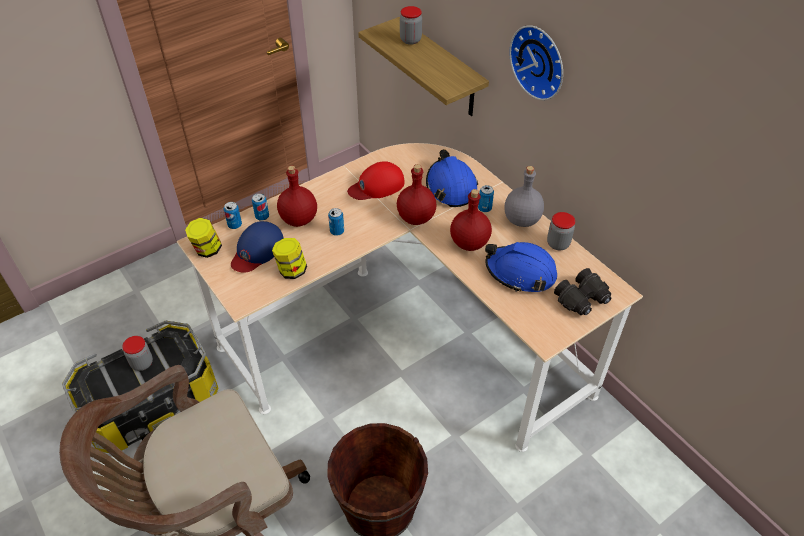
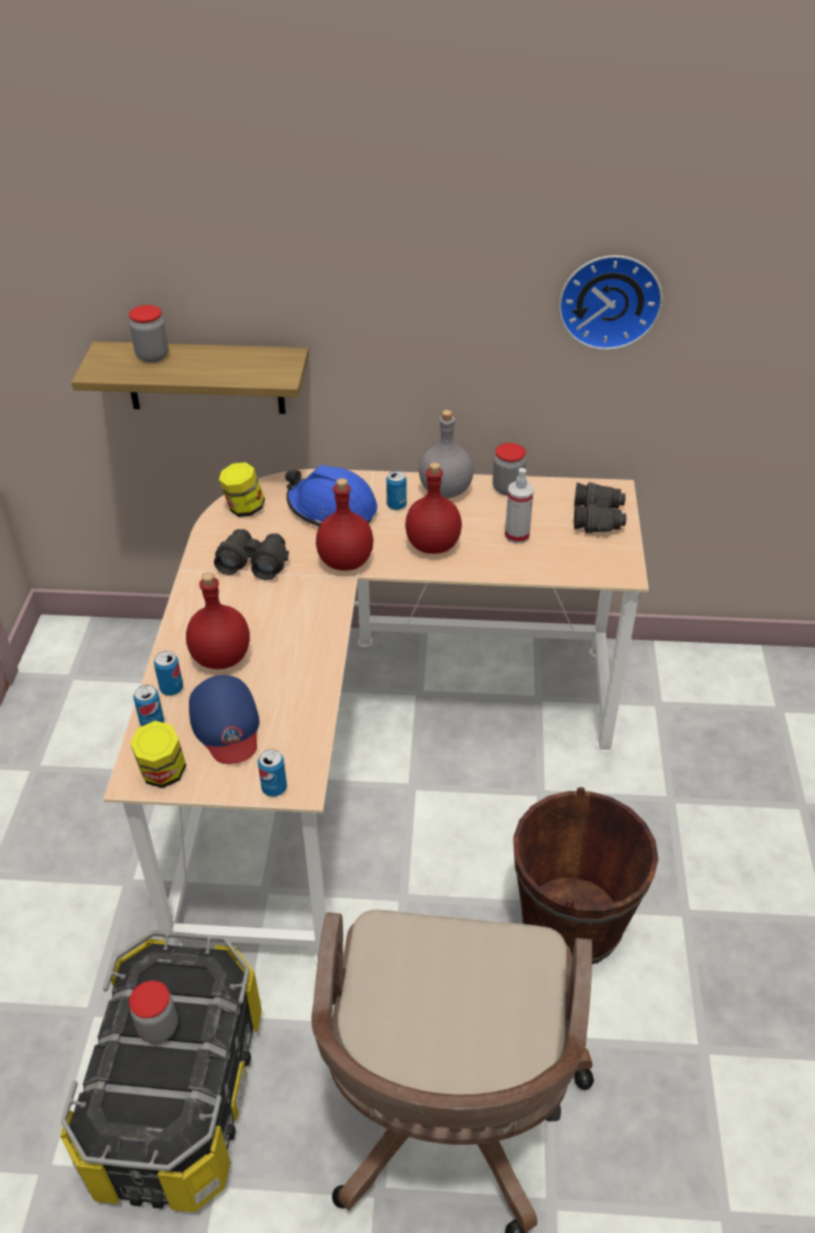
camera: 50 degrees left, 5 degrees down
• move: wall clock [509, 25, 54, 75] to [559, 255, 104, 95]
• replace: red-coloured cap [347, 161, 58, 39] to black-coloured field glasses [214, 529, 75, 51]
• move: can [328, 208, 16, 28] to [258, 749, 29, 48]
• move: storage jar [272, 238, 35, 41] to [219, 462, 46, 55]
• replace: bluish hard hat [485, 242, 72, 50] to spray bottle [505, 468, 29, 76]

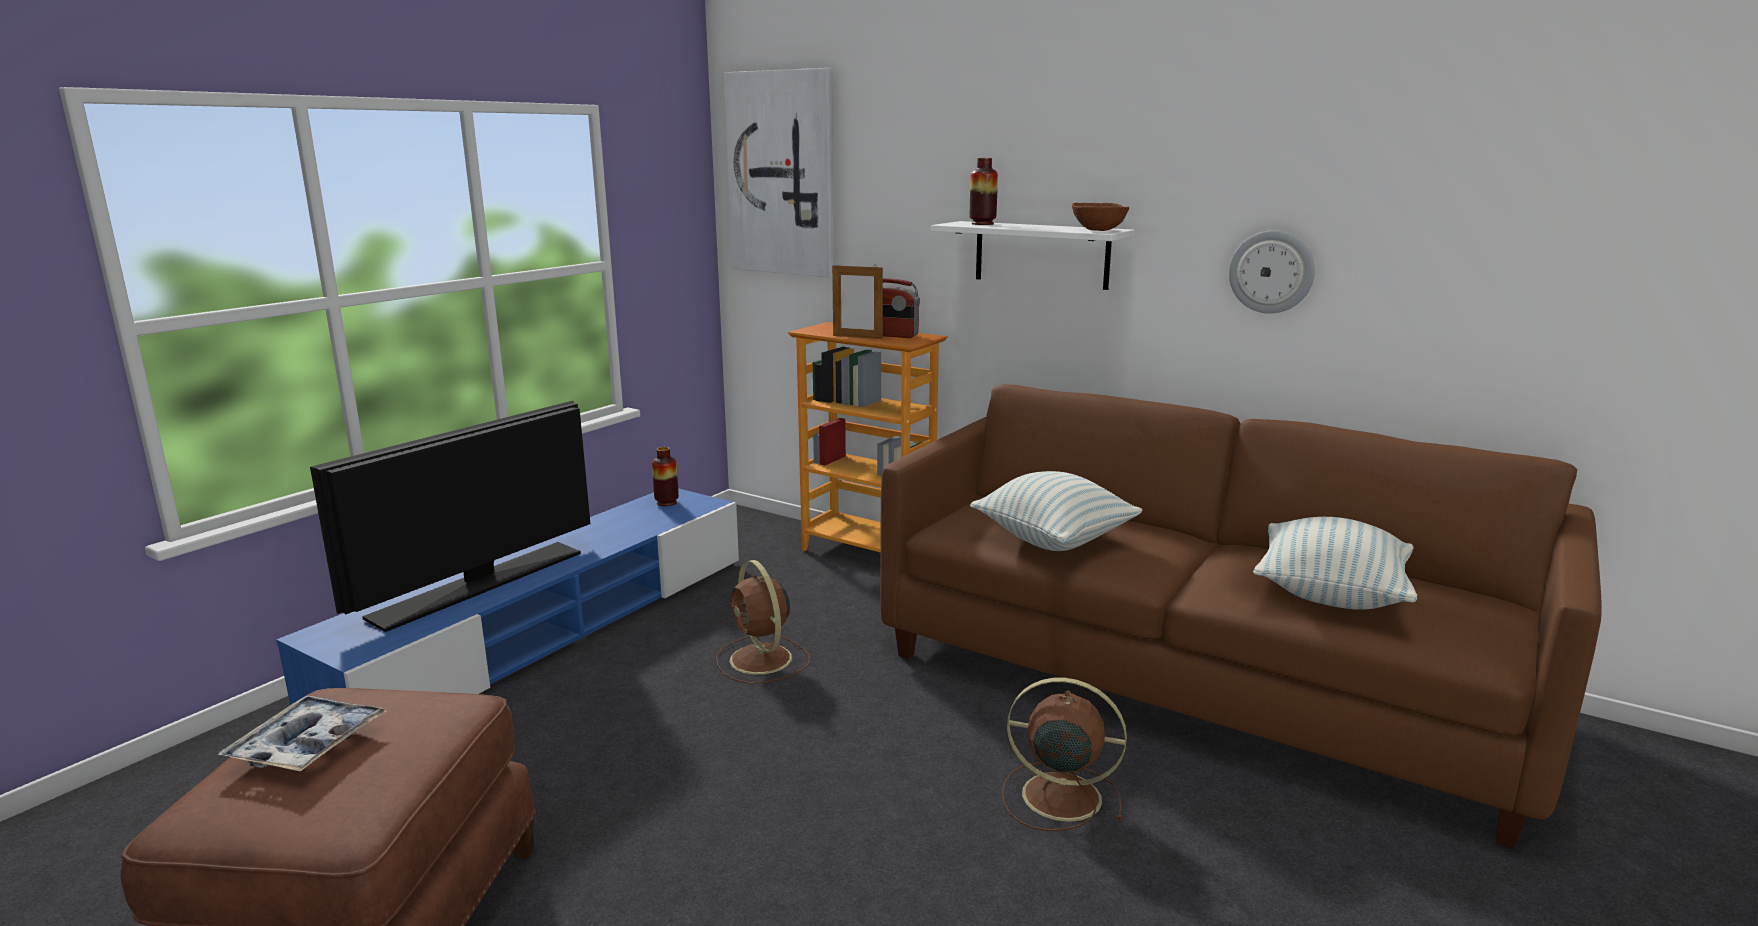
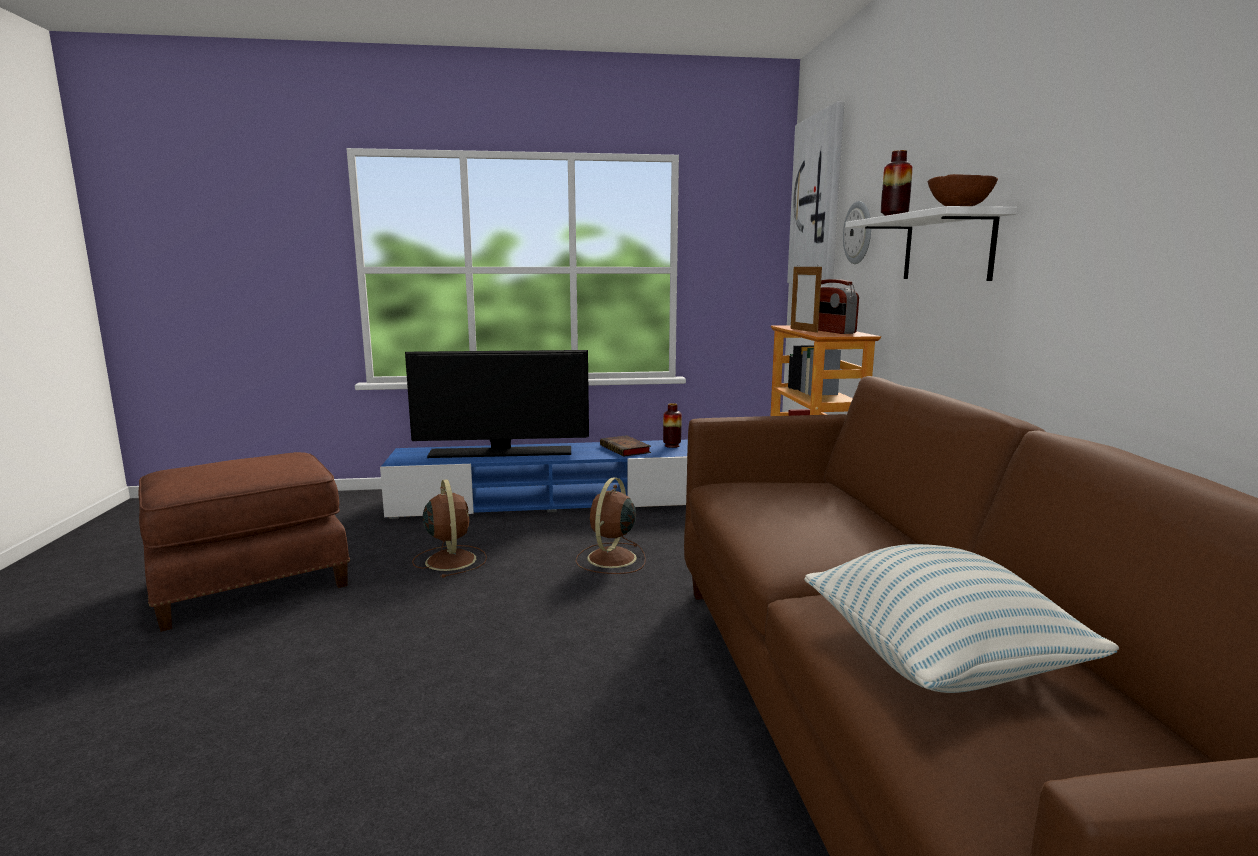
camera: 50 degrees right, 5 degrees down
• move: wall clock [1229, 230, 86, 84] to [843, 201, 28, 63]
• delete: pillow [970, 471, 173, 80]
• move: brown fan [1002, 678, 125, 153] to [412, 479, 75, 99]
• delete: serving tray [218, 696, 169, 75]
• insert: book [600, 435, 51, 22]

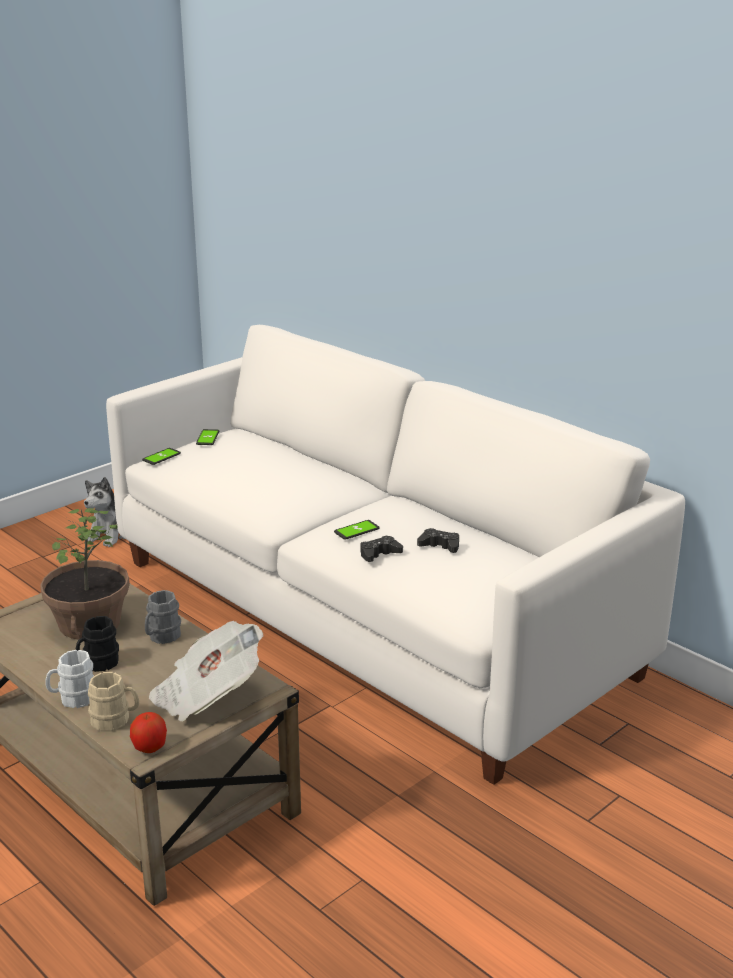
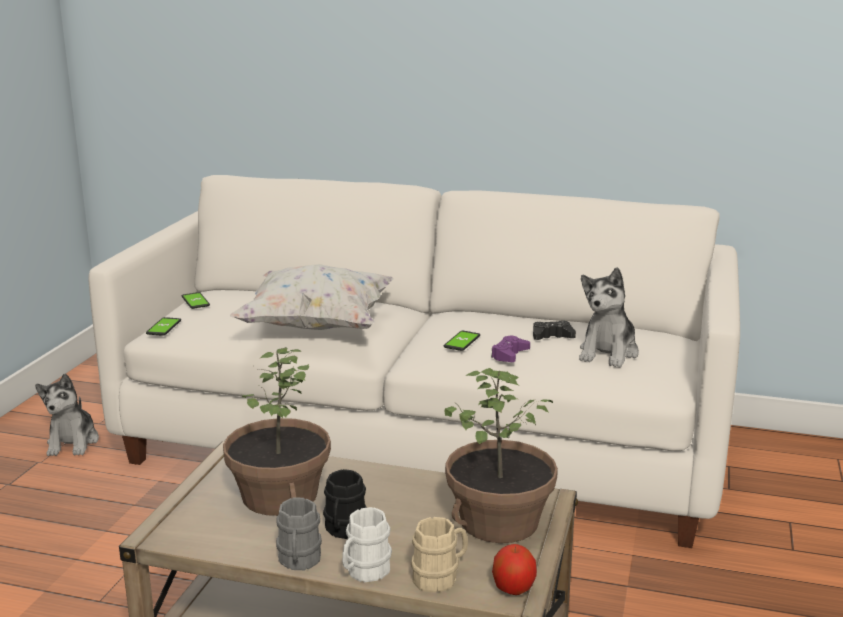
camera: 30 degrees left, 5 degrees down
• recolor: black-coloured joypad [360, 536, 43, 26] to purple-coloured joypad [491, 336, 39, 26]
• move: gray tea mug [145, 590, 36, 54] to [276, 498, 46, 72]
• replace: daily paper [149, 621, 115, 101] to potted plant [445, 368, 113, 175]
• insert: whitish pillow [230, 264, 164, 66]
• insert: plush toy [579, 267, 60, 101]

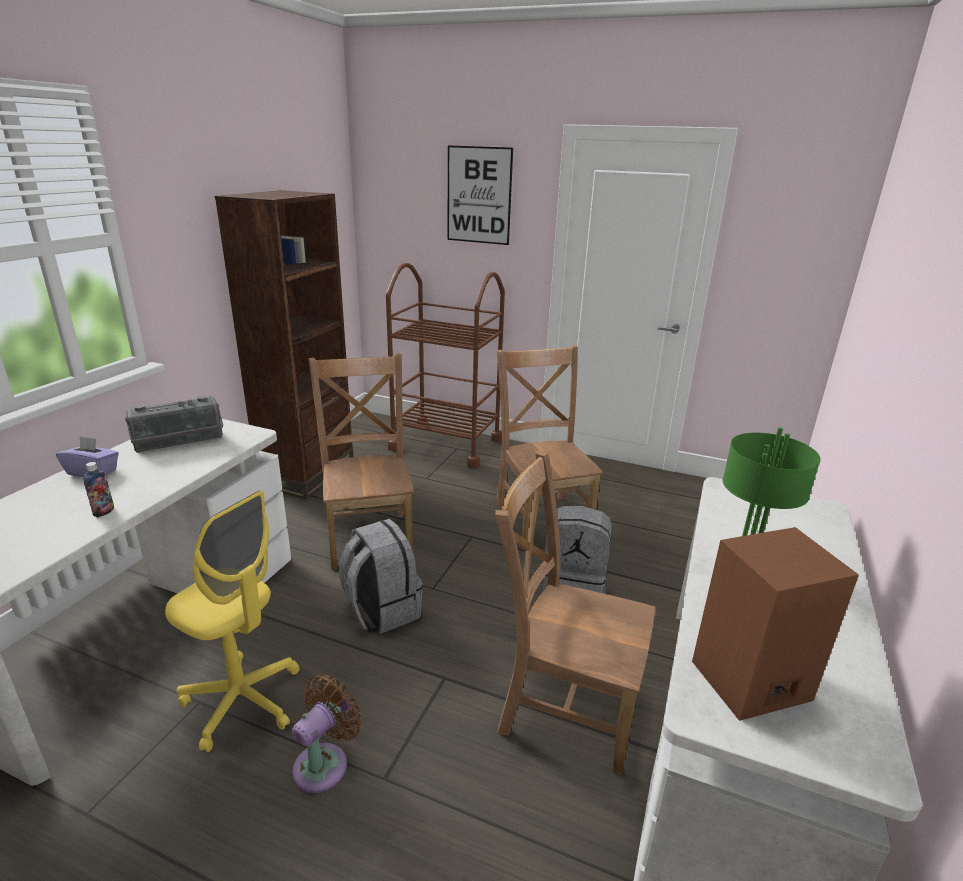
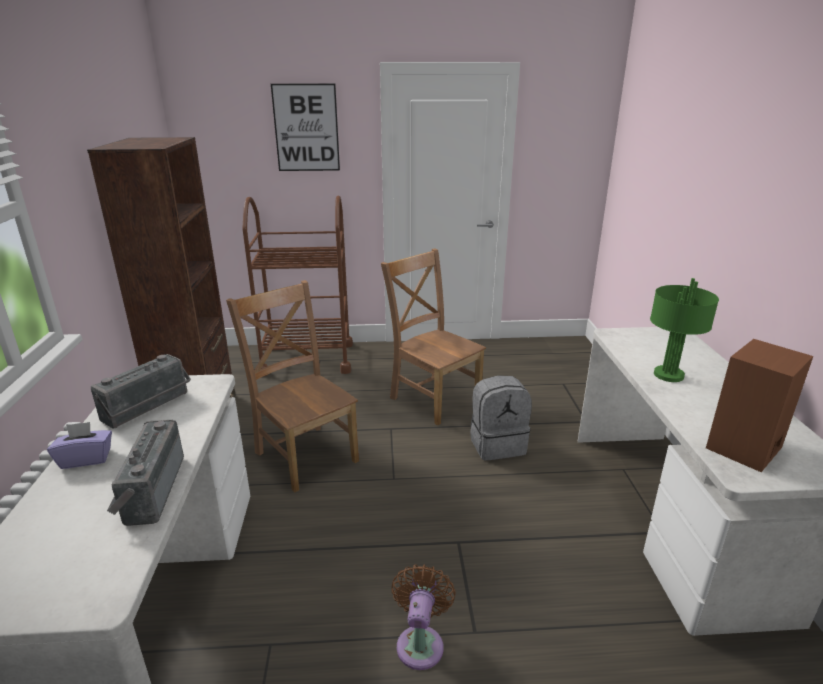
camera: 25 degrees left, 0 degrees up
• delete: brown plain chair [495, 451, 160, 324]
• replace: beverage bottle [84, 462, 30, 55] to radio [107, 420, 77, 106]
• delete: yellowish computer chair [165, 490, 134, 262]
• delete: gray rucksack [339, 519, 84, 115]

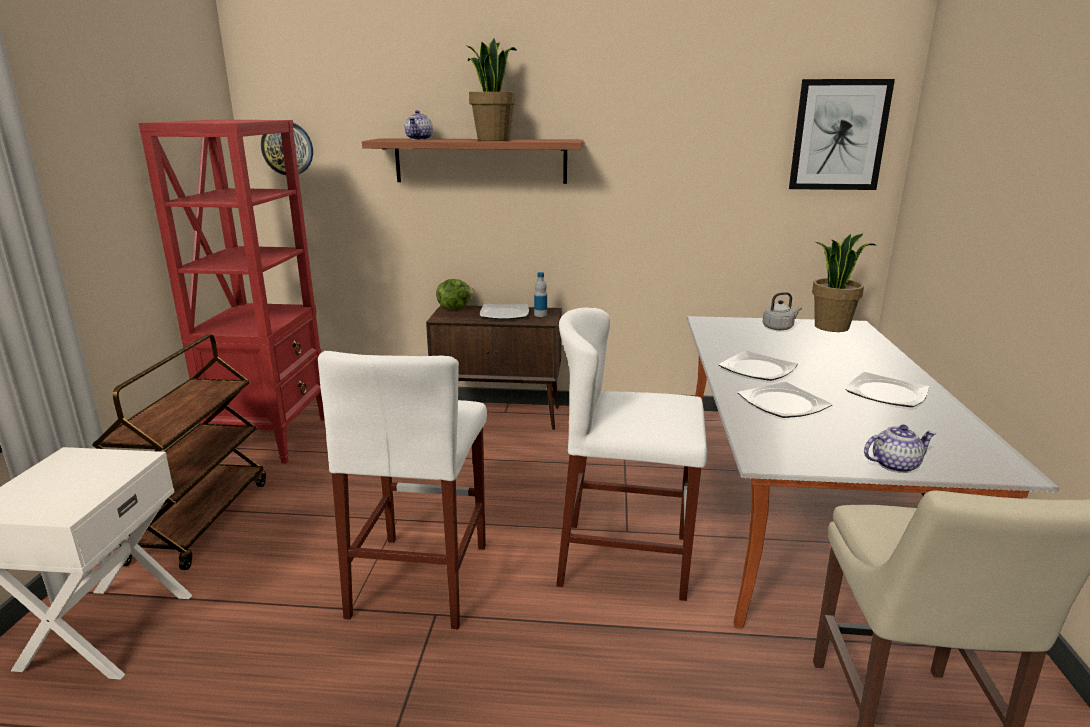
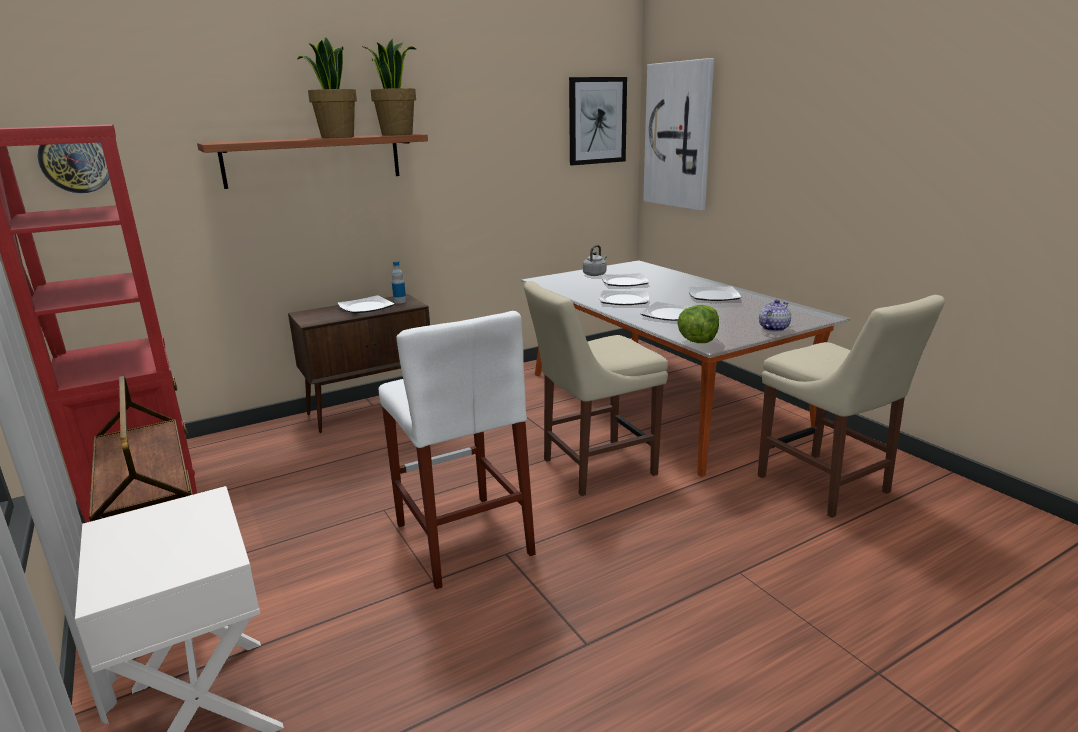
camera: 35 degrees left, 0 degrees up
• delete: teapot [405, 110, 28, 30]
• move: potted plant [812, 233, 64, 99] to [362, 39, 54, 96]
• move: lettuce [436, 279, 39, 31] to [677, 305, 42, 38]
• replace: whitish stool seat [556, 307, 151, 294] to beige-coloured plain chair [524, 281, 144, 215]
• insert: wall art [643, 58, 71, 153]
• insert: flat dish [602, 273, 47, 14]

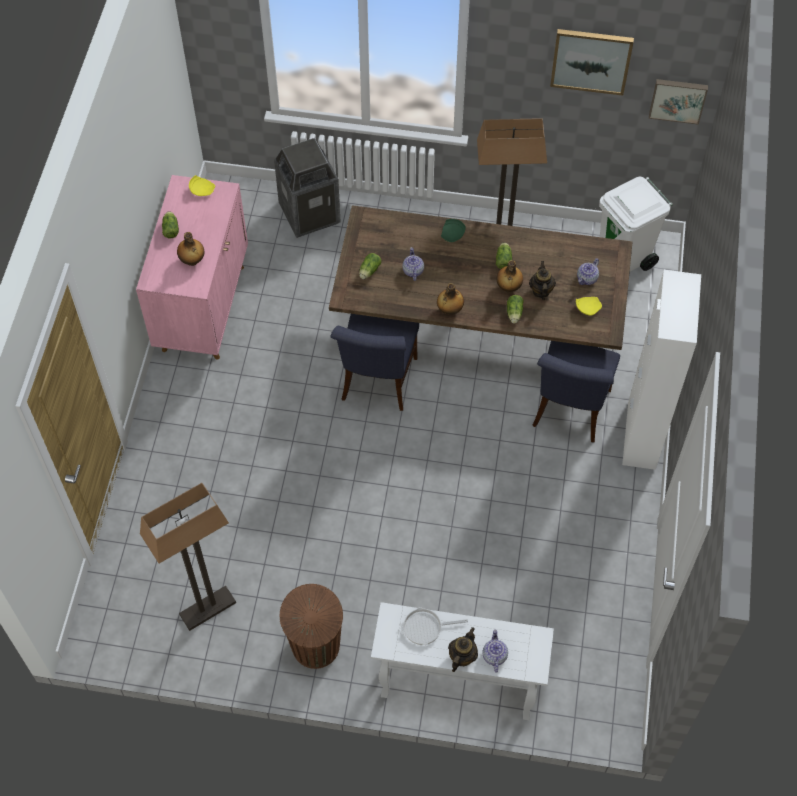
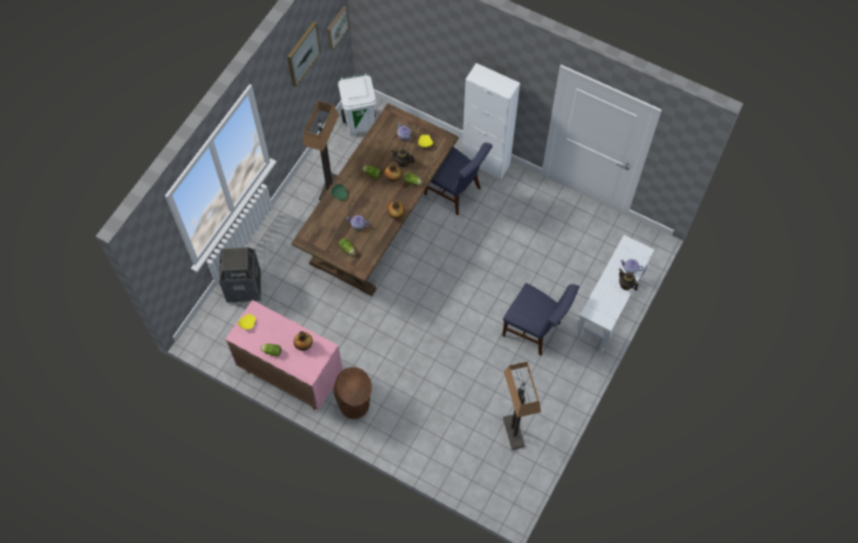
camera: 70 degrees left, 5 degrees up
• move: bluish plain chair [330, 314, 89, 97] to [502, 283, 77, 73]
• move: brown trash can [280, 584, 63, 85] to [333, 367, 39, 52]
• delete: skillet [401, 607, 67, 38]

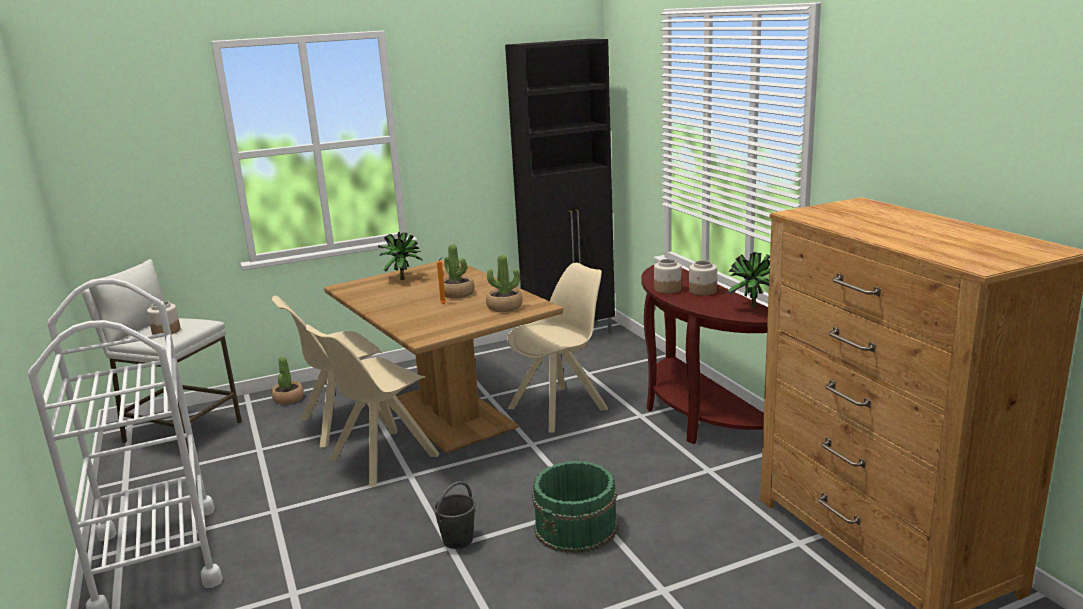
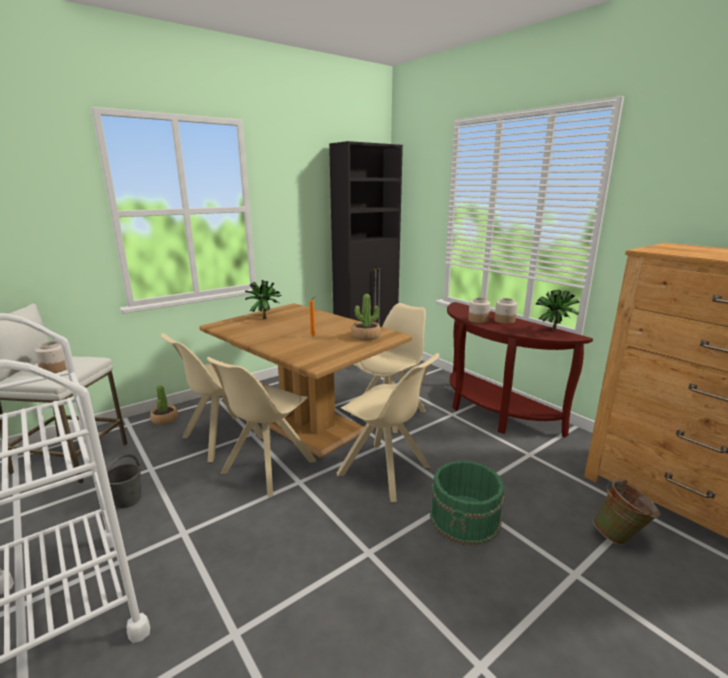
camera: 15 degrees left, 0 degrees up
• delete: potted plant [444, 244, 30, 54]
• move: gray water bucket [433, 481, 43, 68] to [106, 454, 35, 54]
• insert: beige-coloured plain chair [337, 353, 102, 149]
• insert: greenish water bucket [593, 480, 67, 65]

